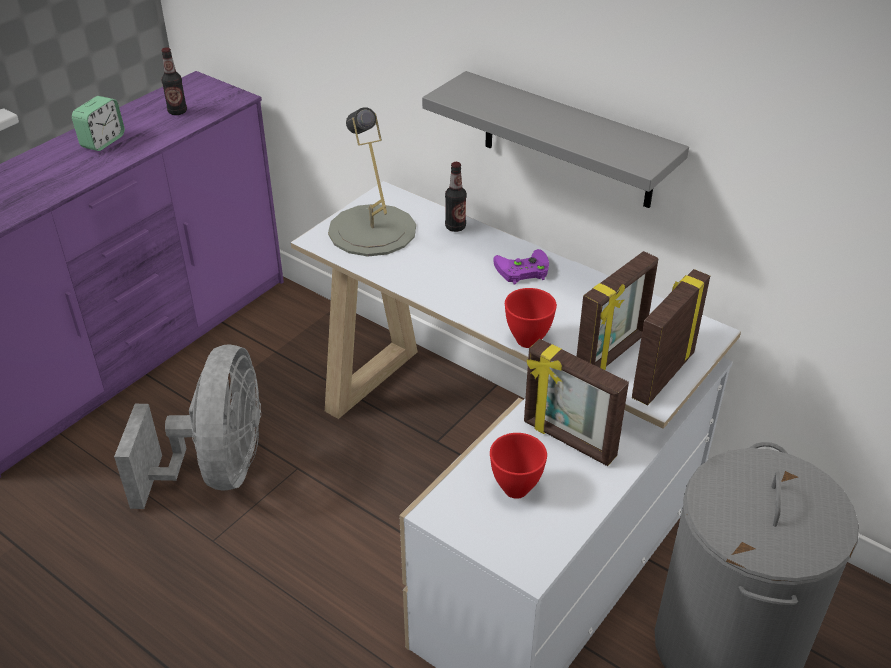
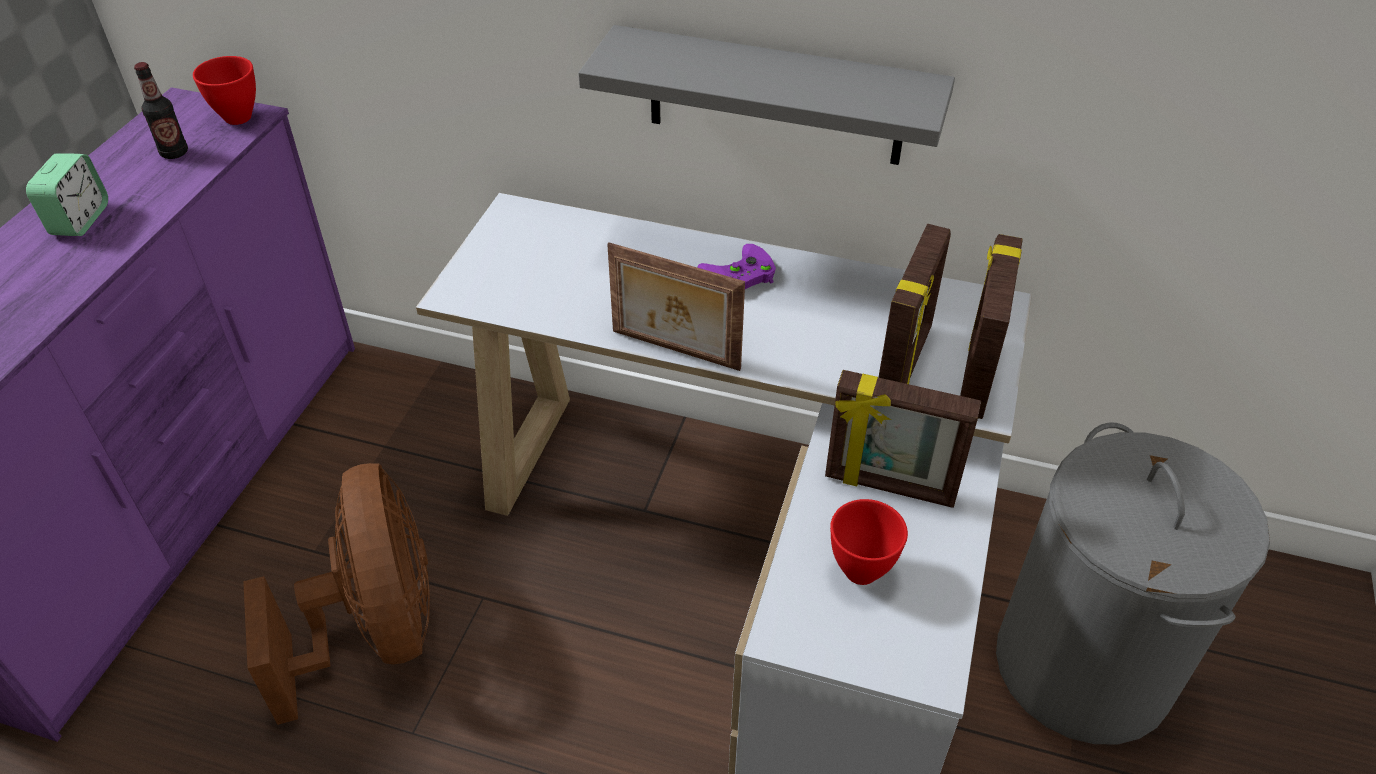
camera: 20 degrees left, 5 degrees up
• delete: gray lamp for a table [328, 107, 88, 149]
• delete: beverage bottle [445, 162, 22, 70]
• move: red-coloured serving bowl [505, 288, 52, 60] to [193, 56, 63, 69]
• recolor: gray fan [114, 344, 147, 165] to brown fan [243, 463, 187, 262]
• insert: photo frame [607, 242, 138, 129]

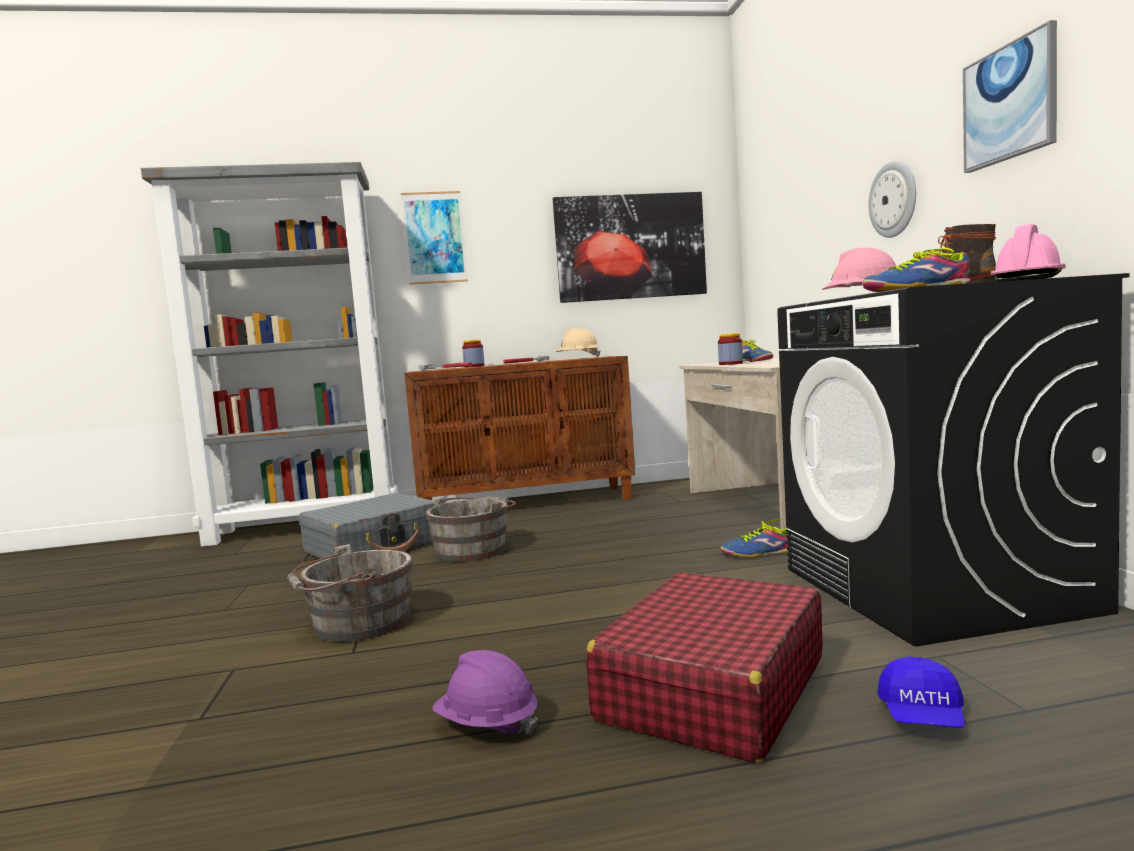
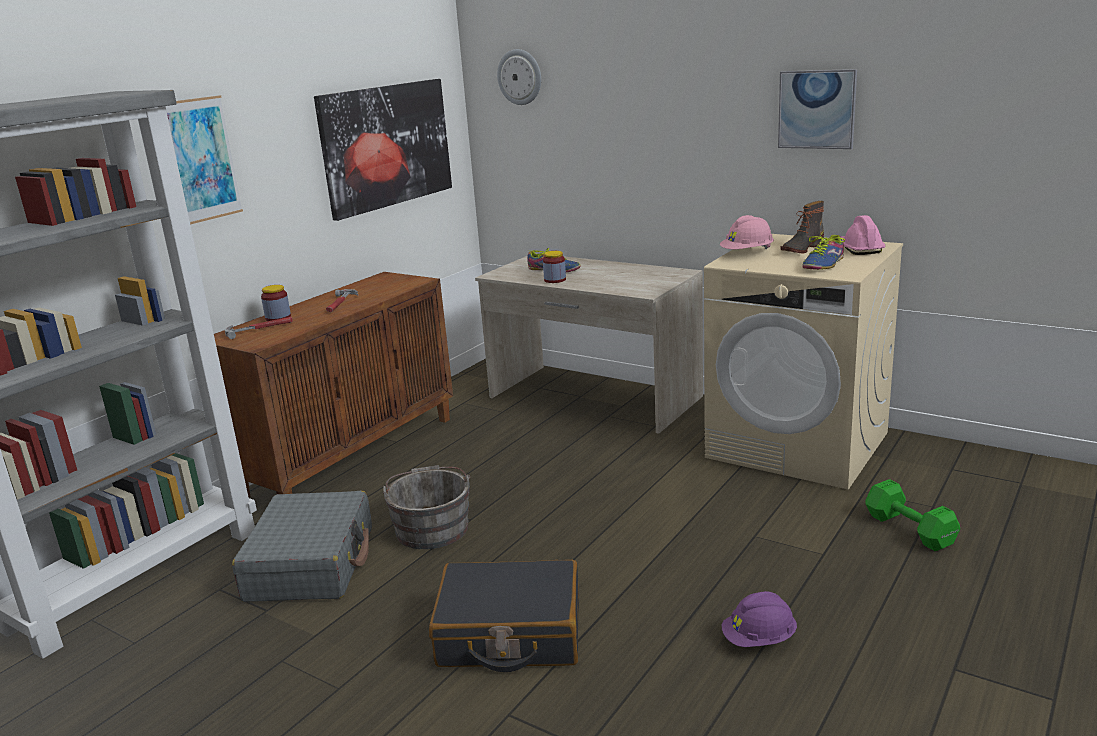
camera: 45 degrees left, 15 degrees up
• move: wall clock [869, 161, 47, 77] to [497, 49, 44, 56]
• recolor: black-coloured washing machine [777, 273, 352, 374] to beige-coloured washing machine [704, 234, 199, 255]
• delete: beige-coloured hard hat [556, 328, 44, 29]
• delete: item of footwear [720, 518, 69, 39]
• replace: gray water bucket [287, 544, 126, 98] to black-coloured travel case [429, 559, 150, 113]
• delete: red-coloured travel case [586, 572, 237, 191]
• replace: bluish cap [877, 657, 88, 71] to greenish hand weight [866, 479, 94, 72]

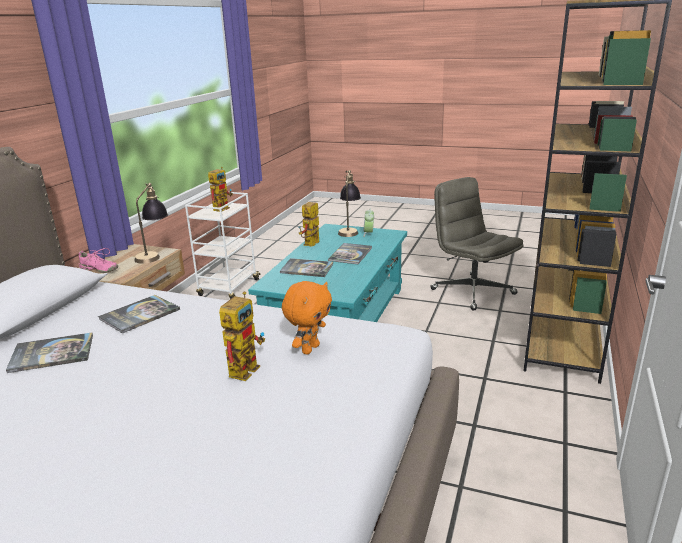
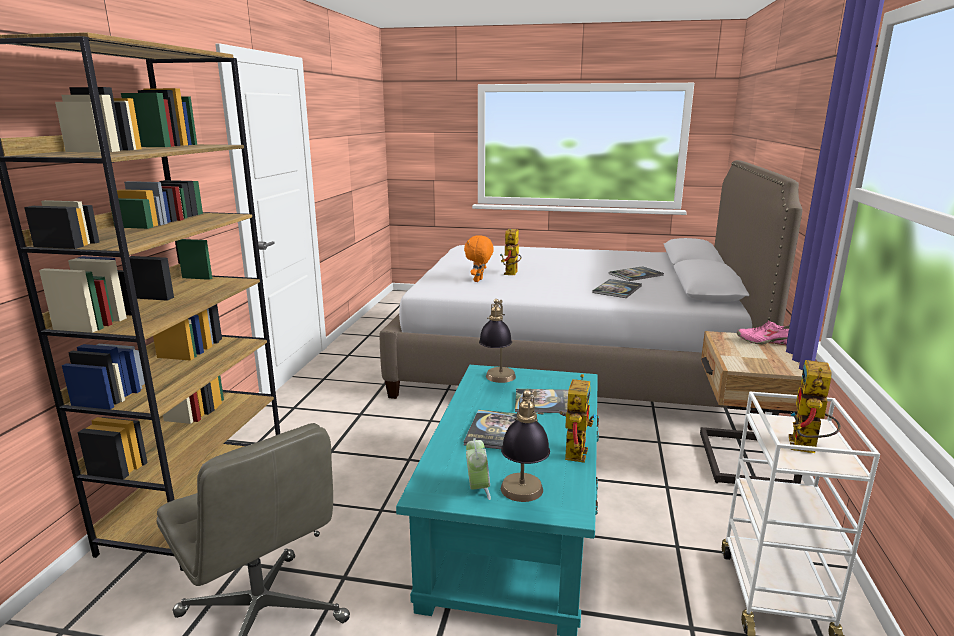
camera: 170 degrees right, 5 degrees down
• move: lamp for a table [134, 183, 34, 81] to [479, 299, 37, 84]

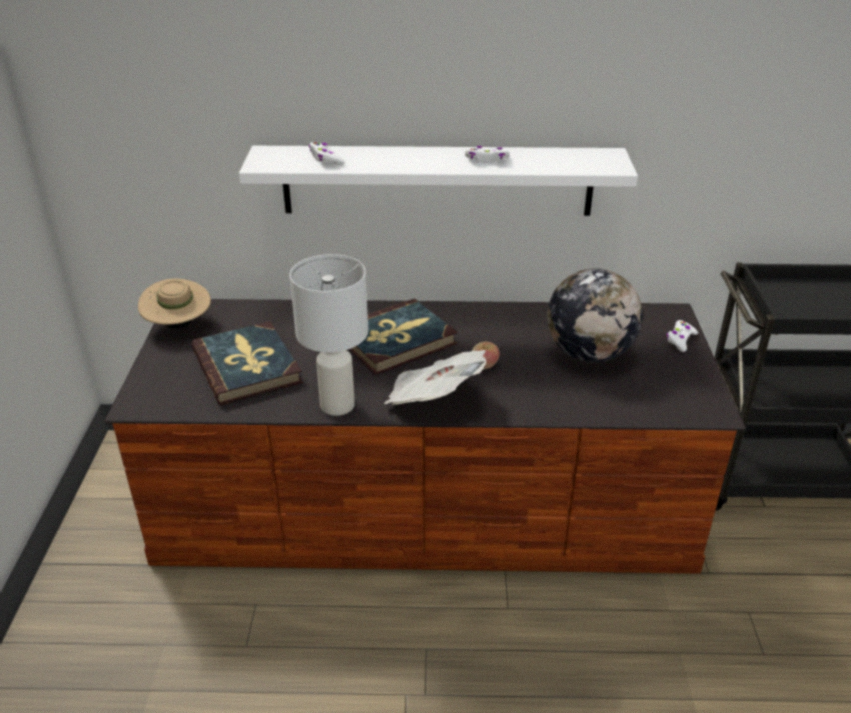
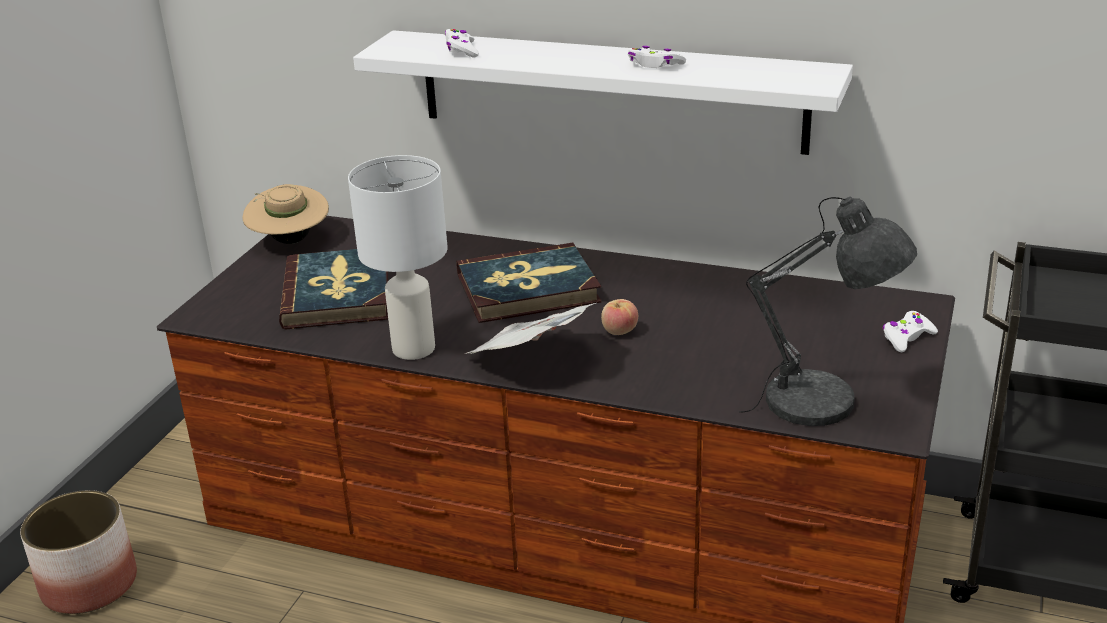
camera: 20 degrees right, 5 degrees down
• delete: globe [547, 268, 95, 95]
• insert: gray lamp for a table [738, 197, 179, 229]
• insert: plant pot [20, 490, 117, 124]

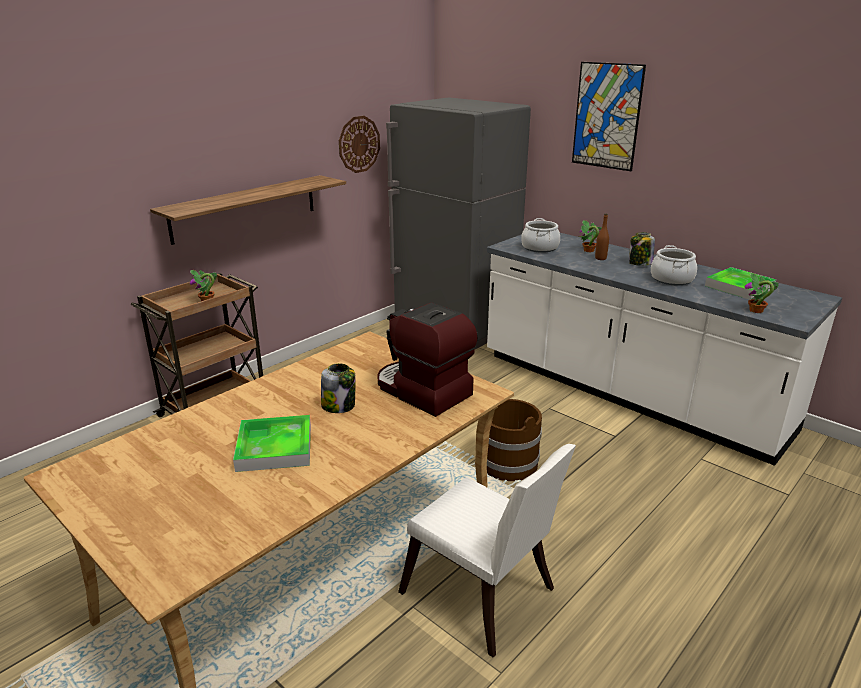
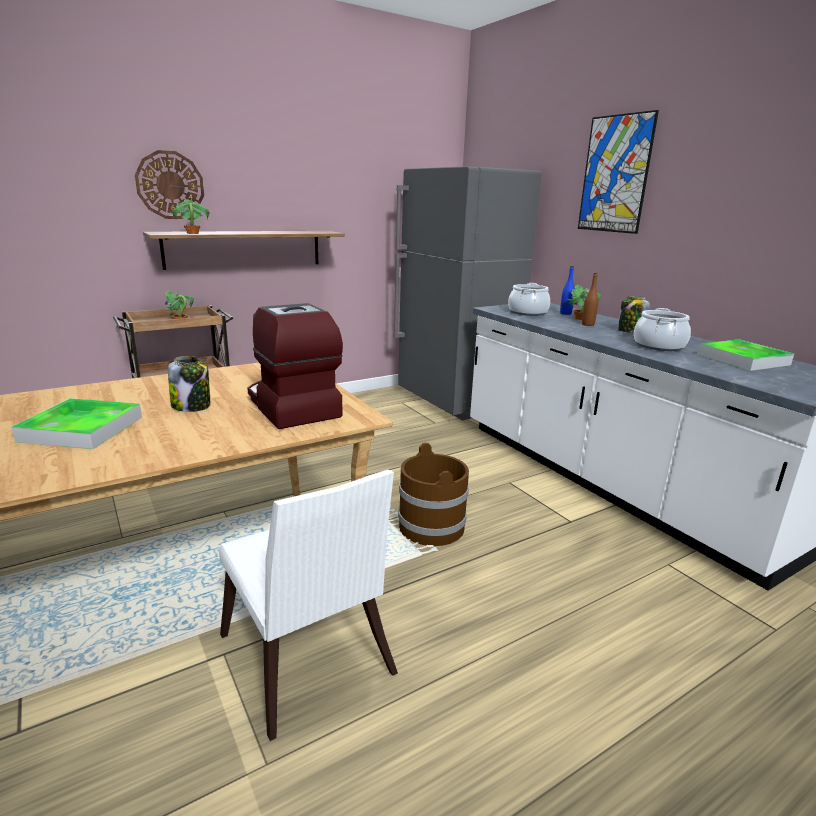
camera: 15 degrees right, 5 degrees down
• move: wall clock [339, 116, 41, 57] to [135, 150, 69, 69]
• move: potted plant [745, 273, 34, 40] to [171, 200, 39, 34]
• insert: bluish beverage bottle [560, 266, 15, 49]

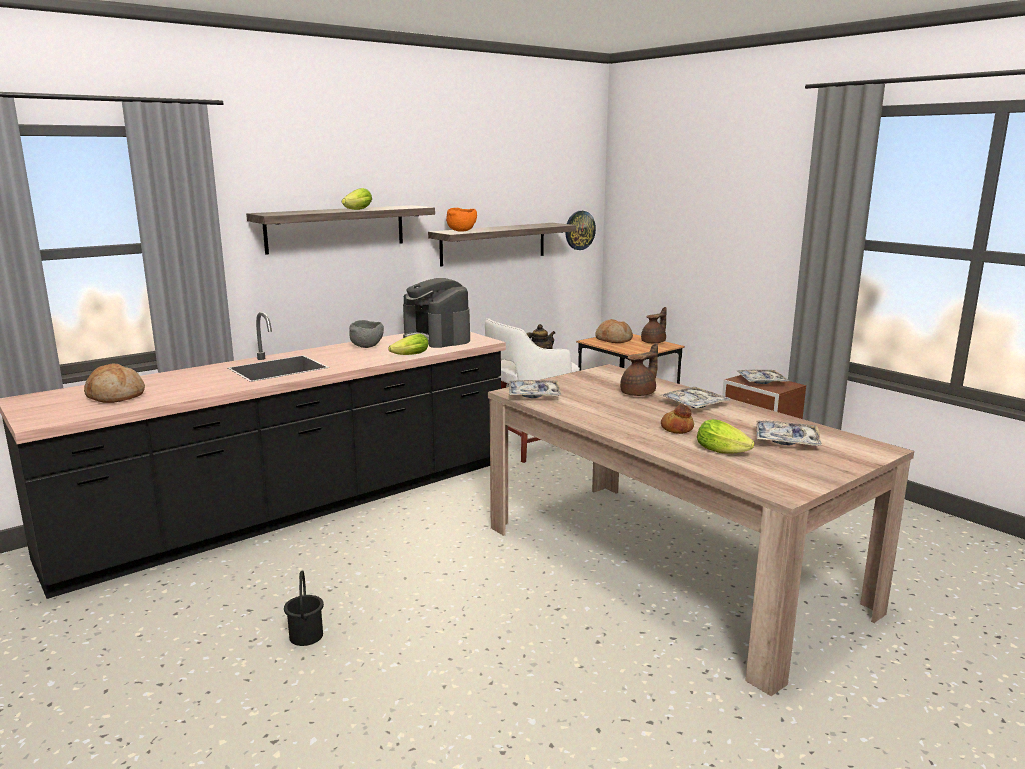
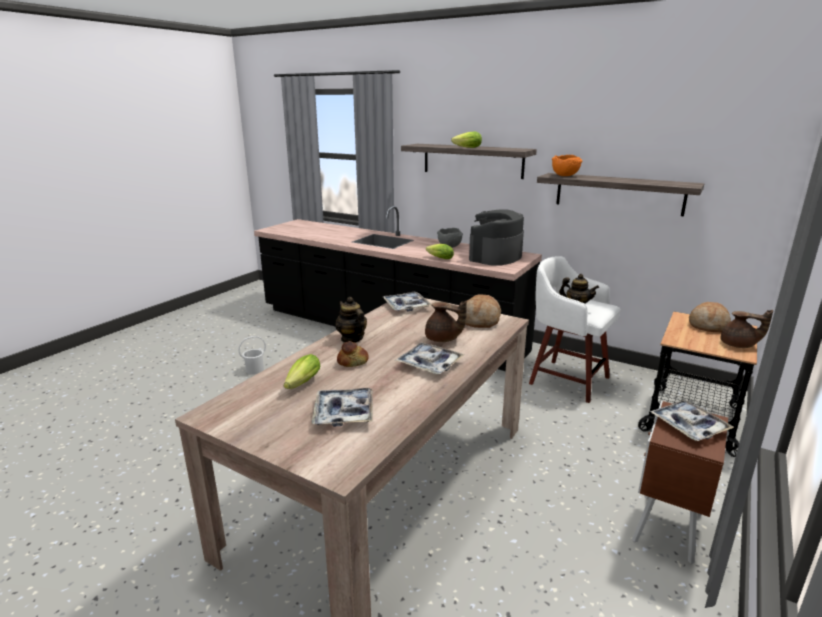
camera: 70 degrees right, 5 degrees up
• delete: wall clock [565, 211, 31, 39]
• move: baked bread [84, 363, 61, 40] to [465, 294, 36, 34]
• recolor: black-coloured water bucket [284, 571, 40, 75] to whitish water bucket [238, 336, 28, 39]
• insert: teapot [335, 297, 32, 46]

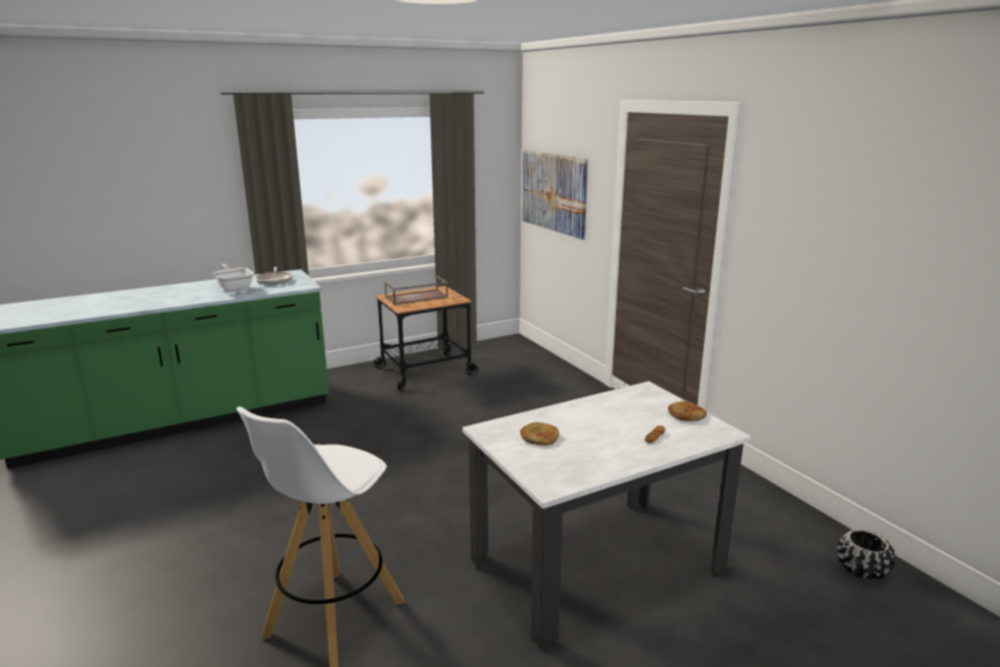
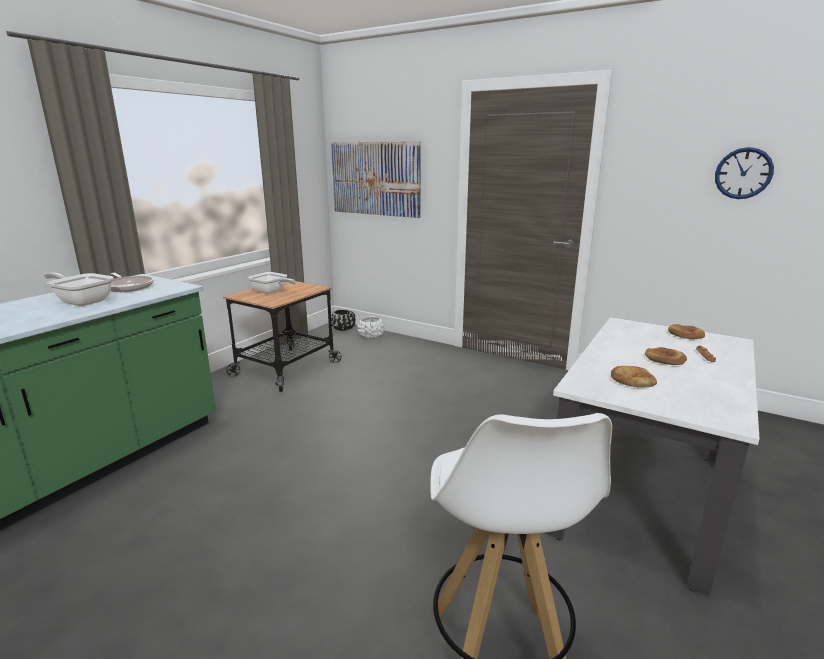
camera: 30 degrees left, 0 degrees up
• replace: brown serving tray [384, 276, 64, 29] to skillet [248, 272, 48, 22]
• move: black-coloured plant pot [837, 529, 58, 51] to [331, 309, 25, 22]
• insert: wall clock [715, 147, 59, 52]
• insert: whitish plant pot [357, 316, 28, 23]
• insert: baked bread [645, 347, 42, 18]

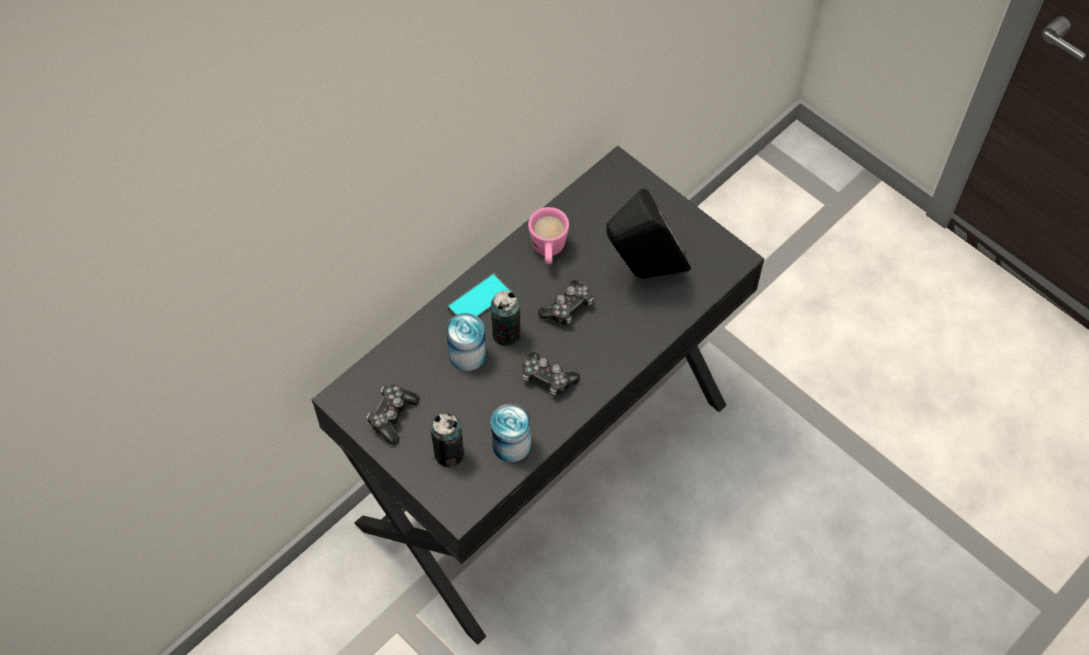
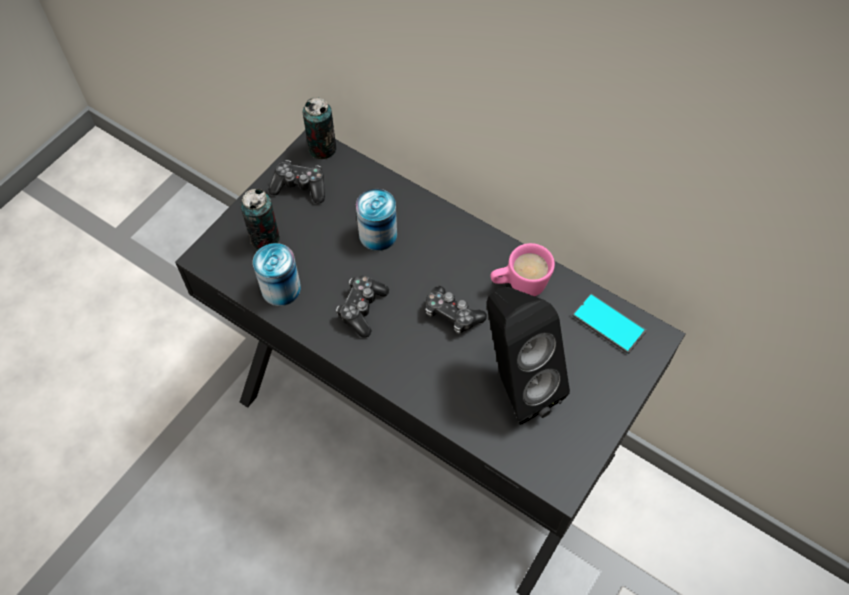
camera: 80 degrees right, 0 degrees up
• move: handset [447, 273, 65, 44] to [573, 293, 74, 61]
• move: can [491, 291, 29, 55] to [303, 97, 33, 62]

